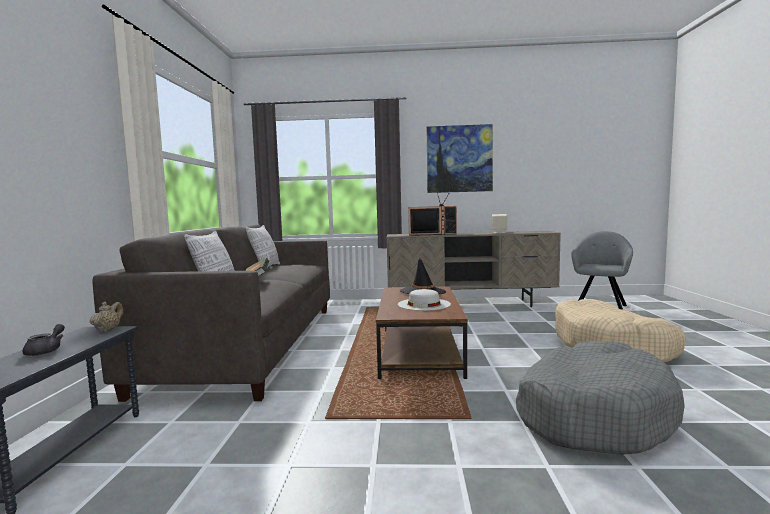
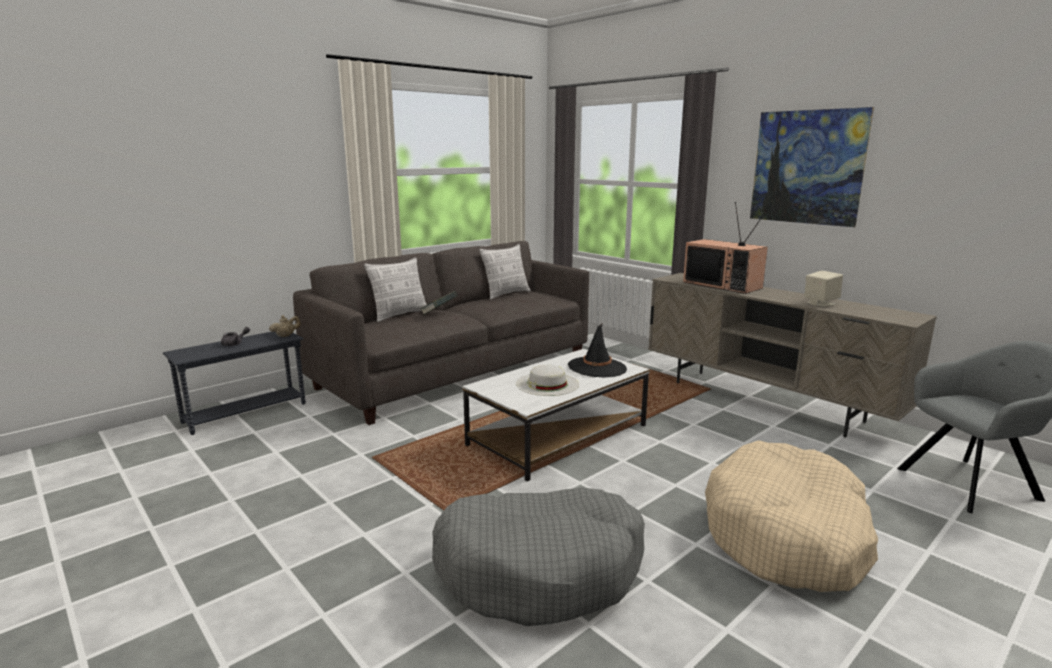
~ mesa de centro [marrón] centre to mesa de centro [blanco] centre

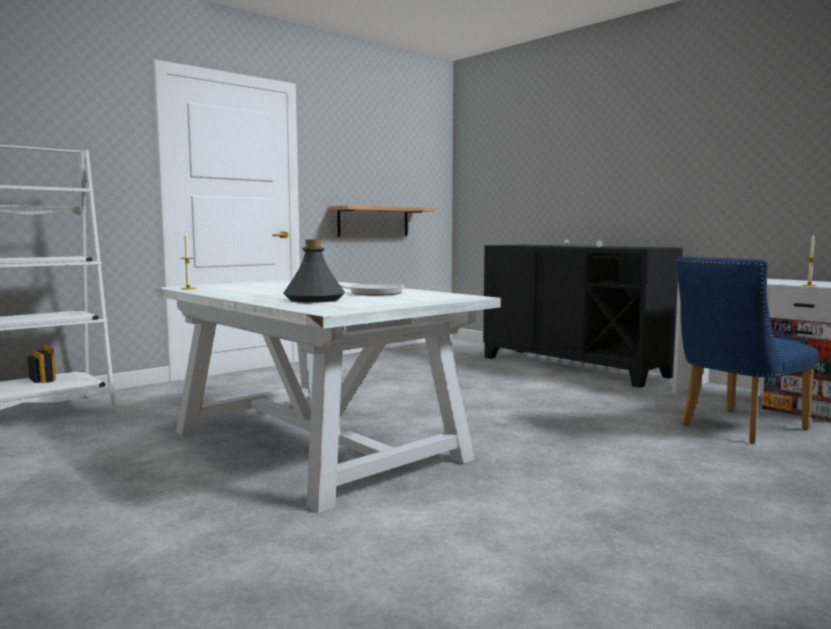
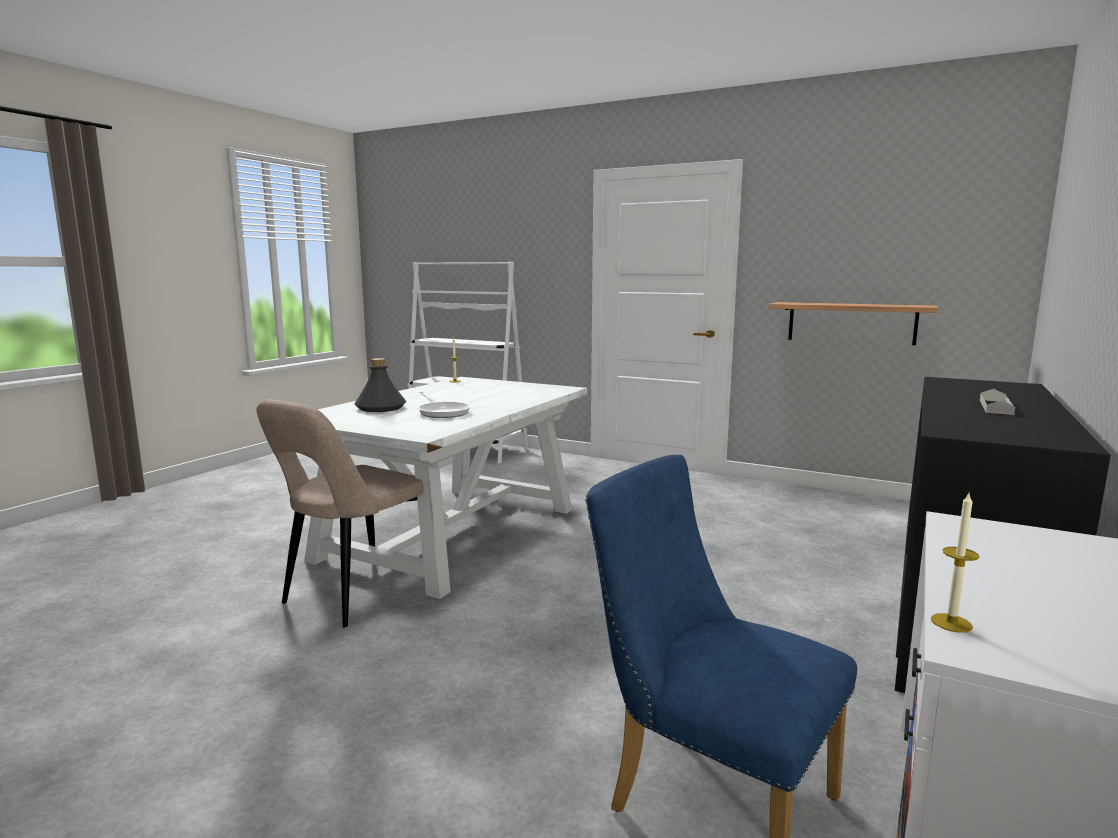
+ silla [beis] middle left

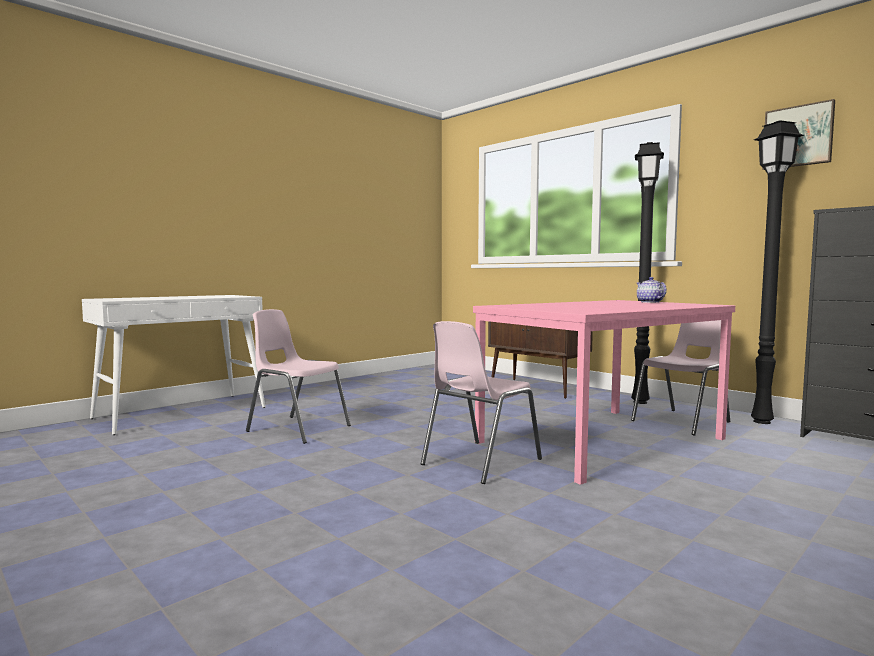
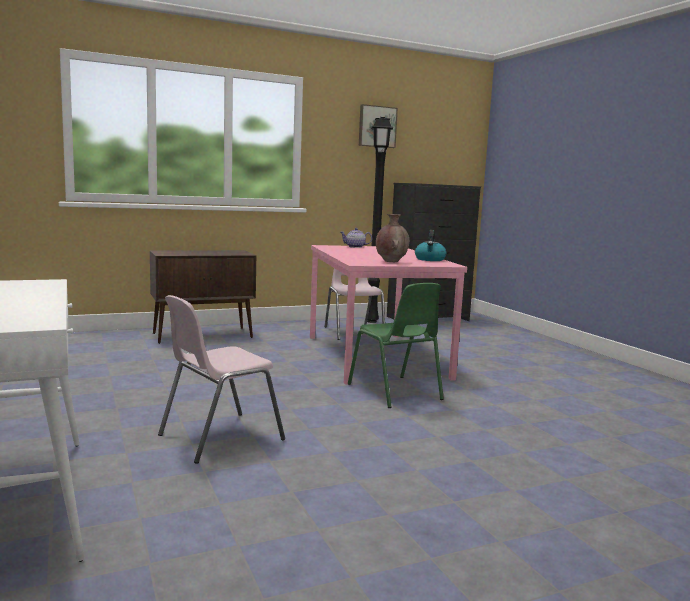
- lámpara de pie [negro] (1st from left) middle right
+ florero [marrón] centre
+ hervidor centre
~ silla [rosa] (2nd from left) centre to silla [verde] centre

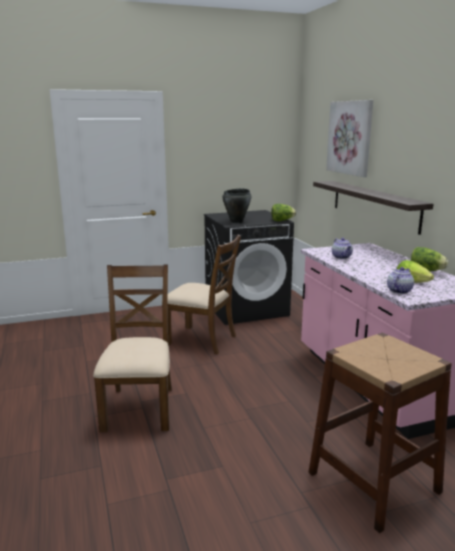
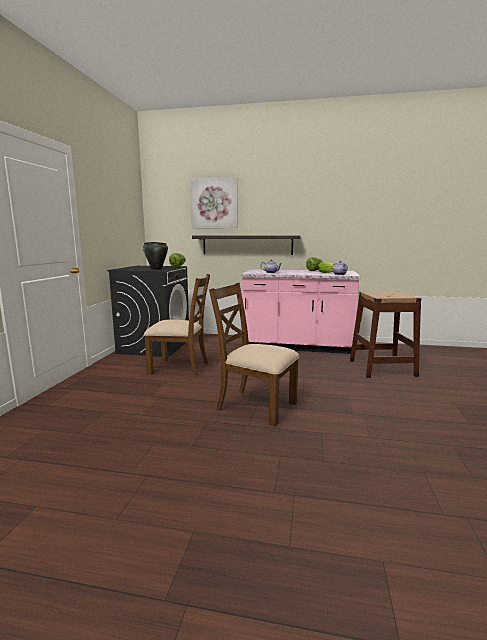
~ silla [marrón] (2nd from left in the first image) centre = centre 45 degrees clockwise

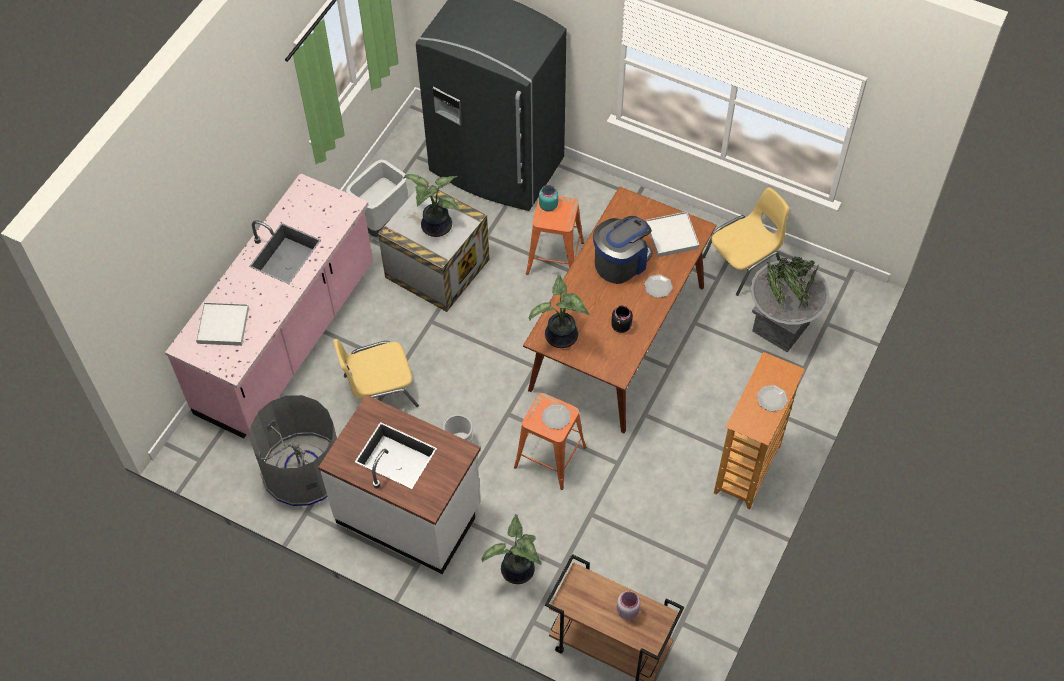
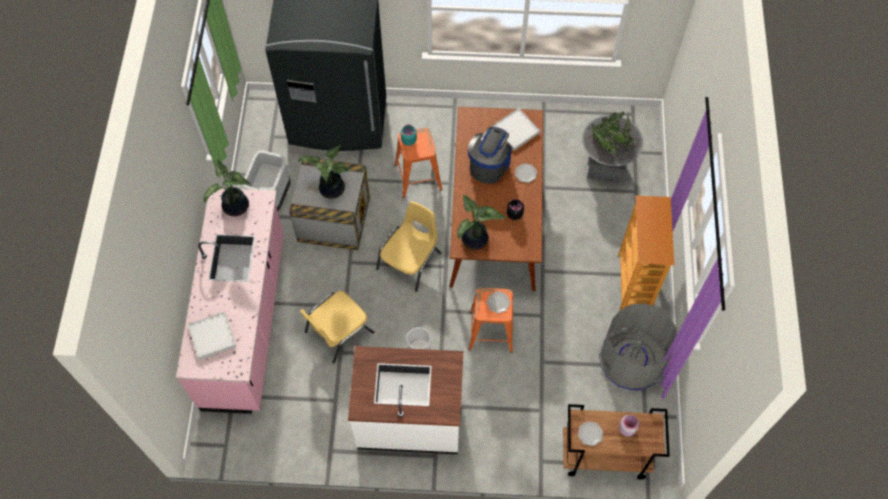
~ papelera [gris] (1st from left in the first image) middle left to papelera [gris] (2nd from left) bottom right
~ planta en maceta (2nd from left in the first image) bottom centre to planta en maceta (1st from left) middle left
~ silla [amarillo] (2nd from left) middle right to centre
~ plato (3rd from left) middle right to bottom centre

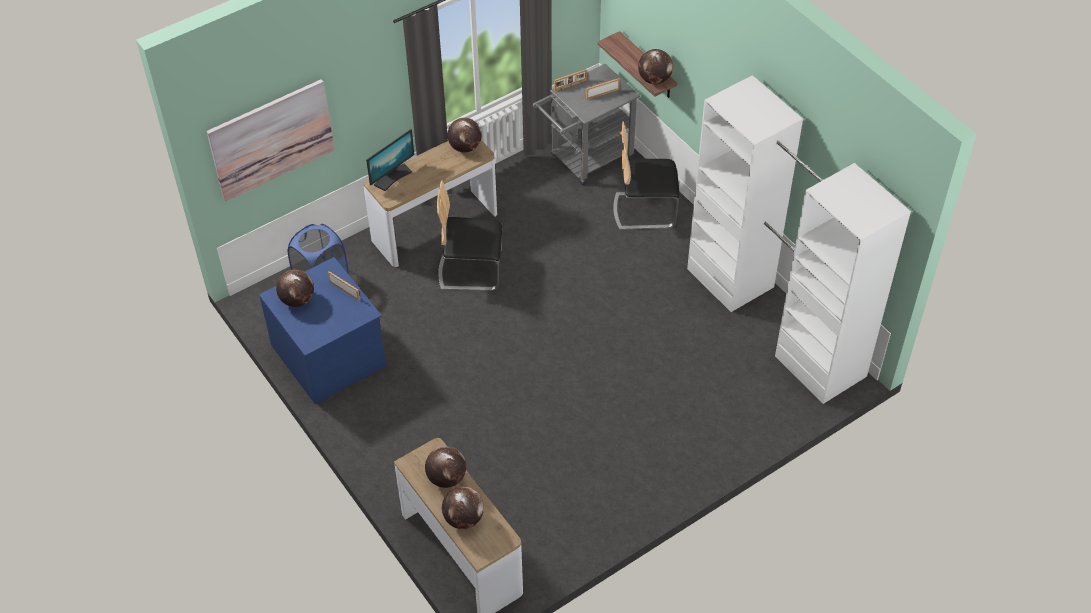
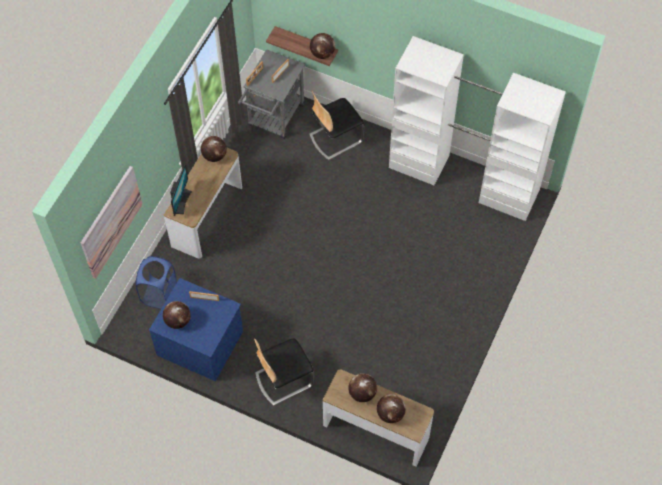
~ silla (1st from left) centre to bottom centre

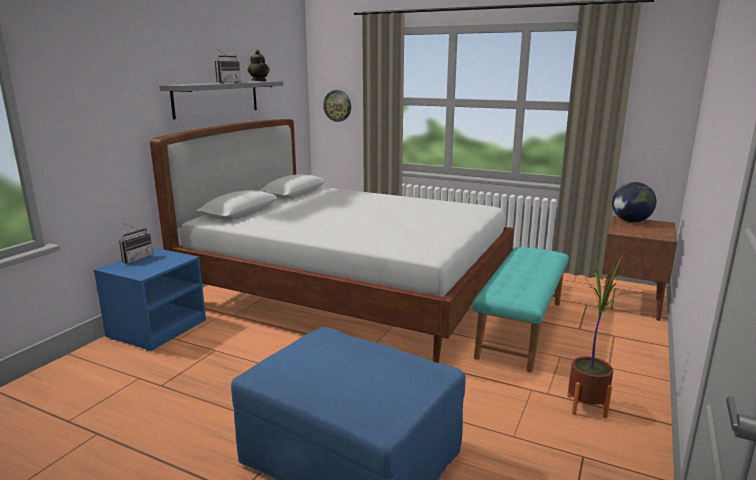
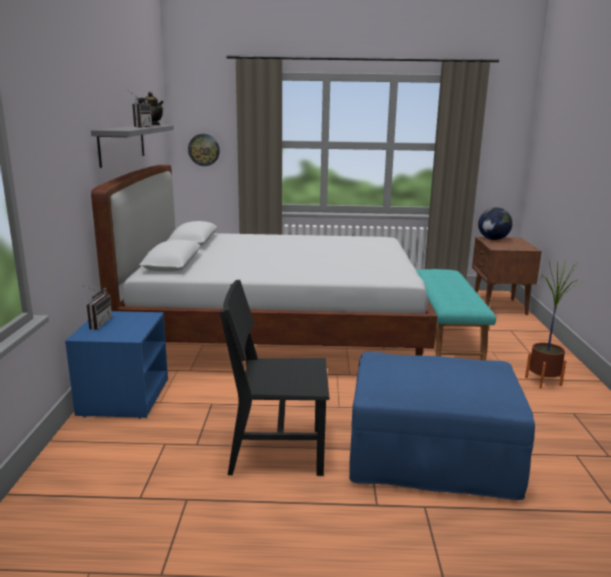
+ silla [negro] centre

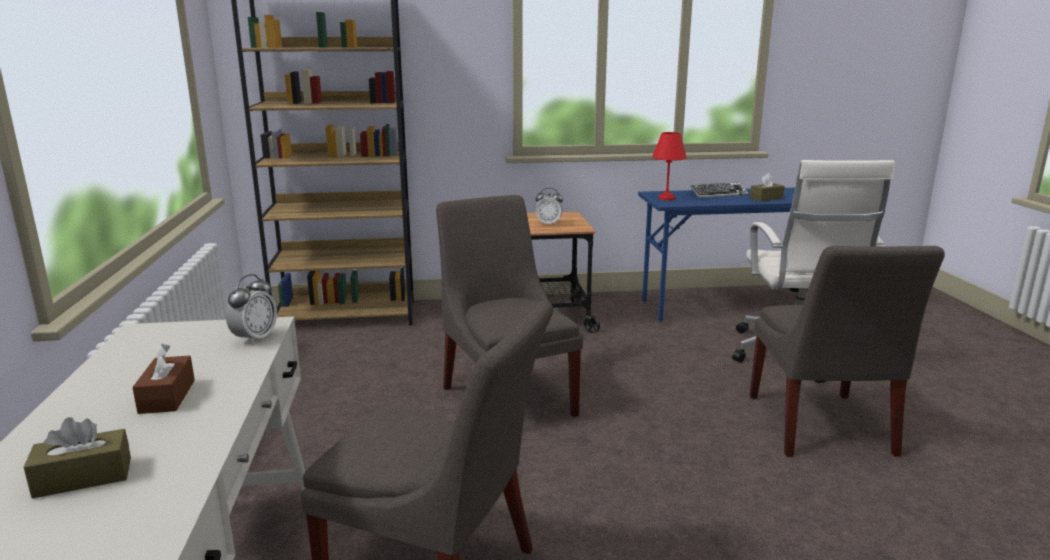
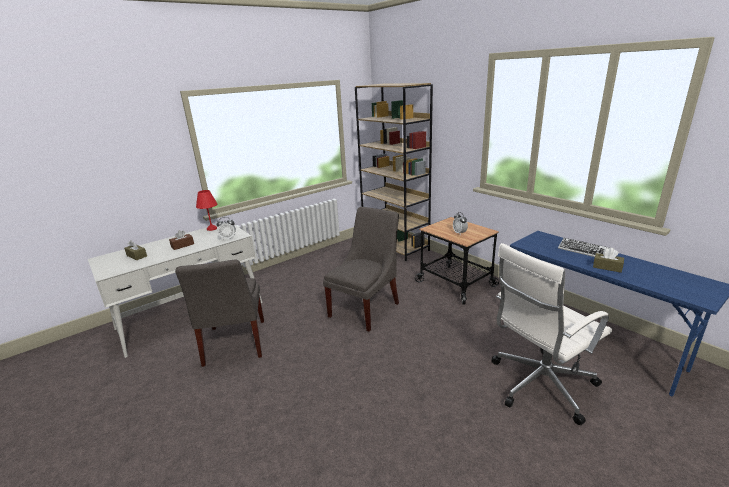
- silla [gris] (3rd from left) middle right
~ lámpara de mesa [rojo] top centre to middle left

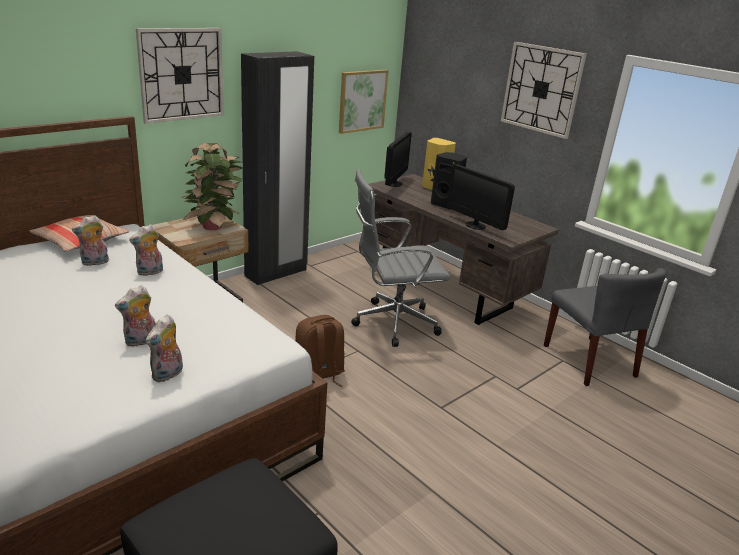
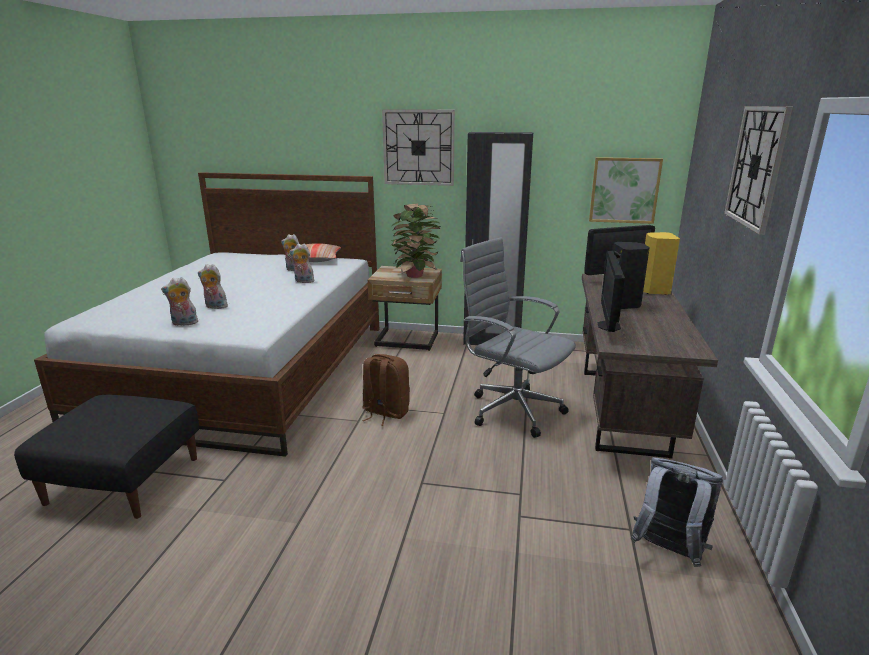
~ silla [gris] middle right to mochila [gris] bottom right

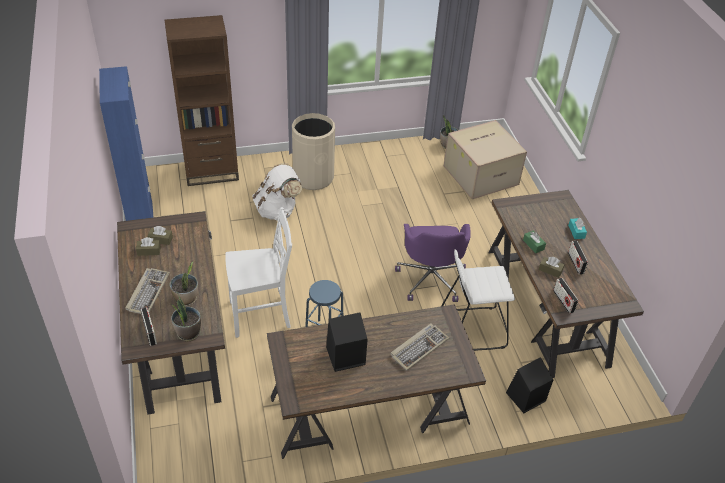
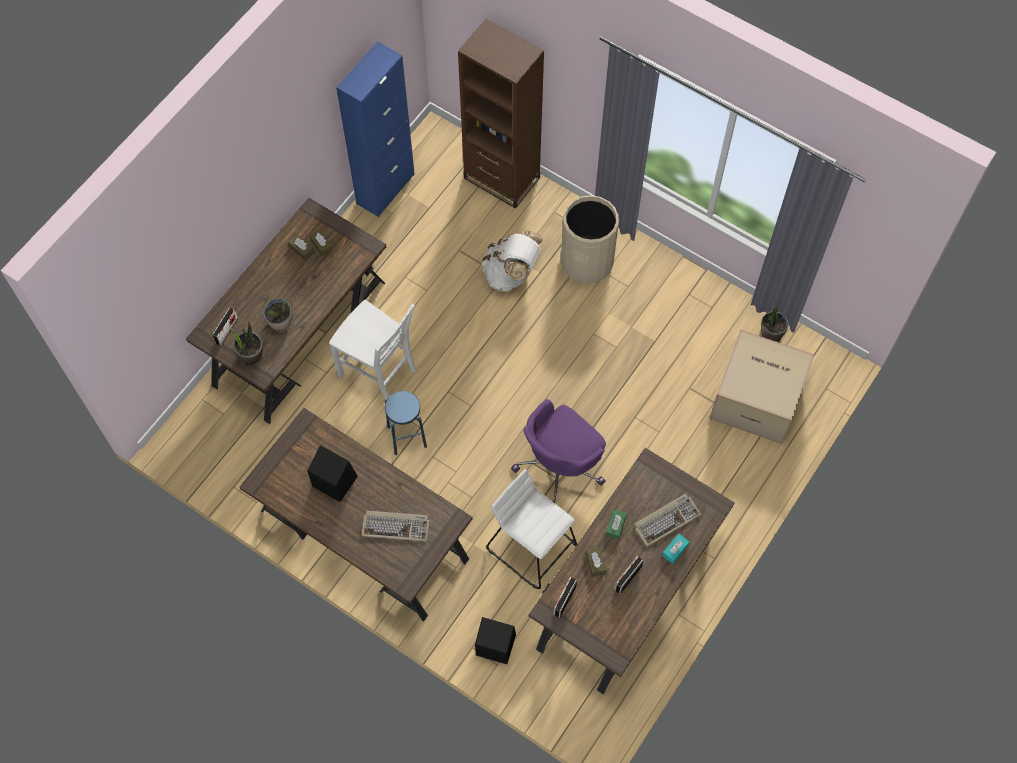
~ teclado (1st from left in the first image) middle left to teclado (2nd from left) bottom centre

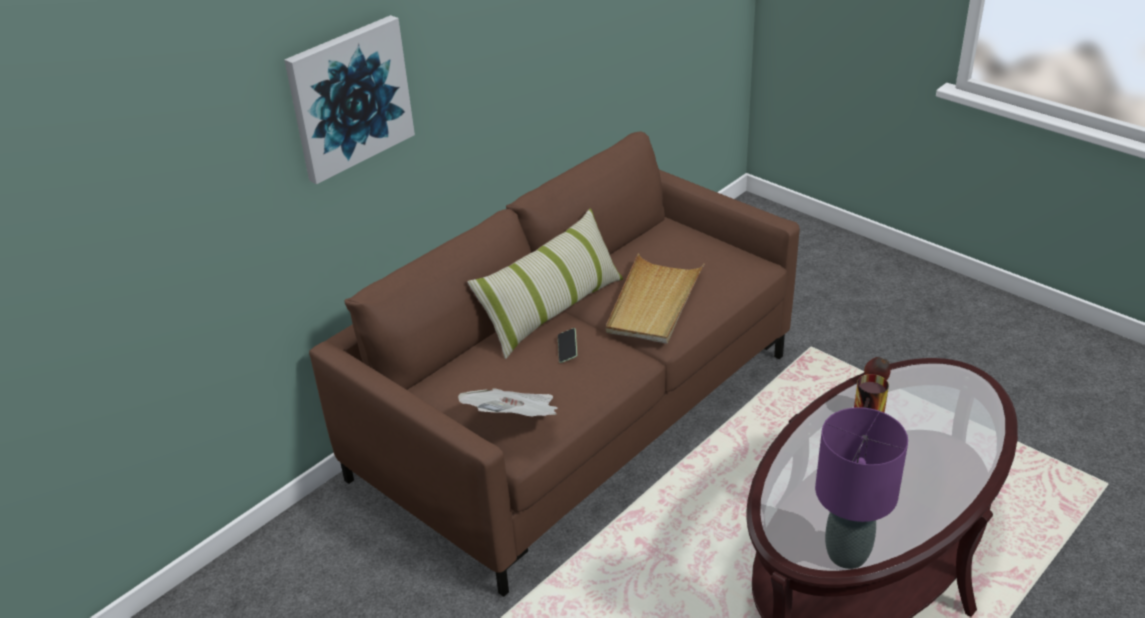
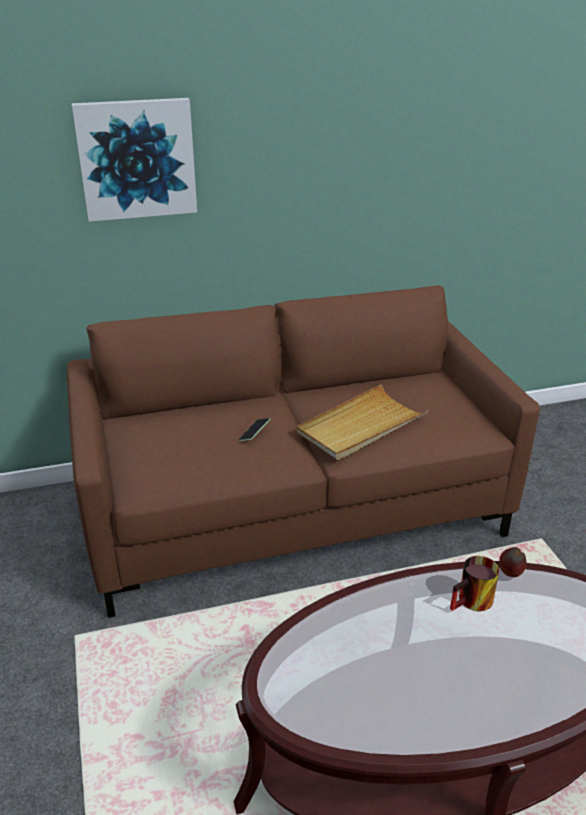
- periódico centre
- cojín centre
- lámpara de mesa [morado] bottom right

